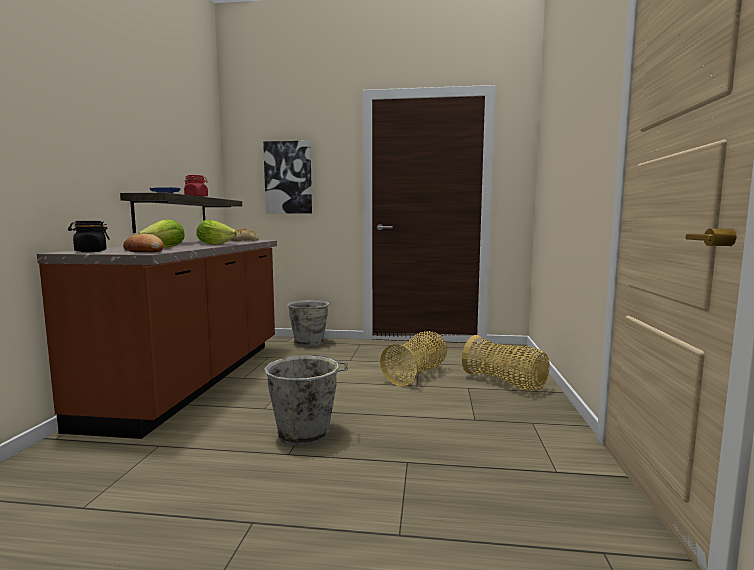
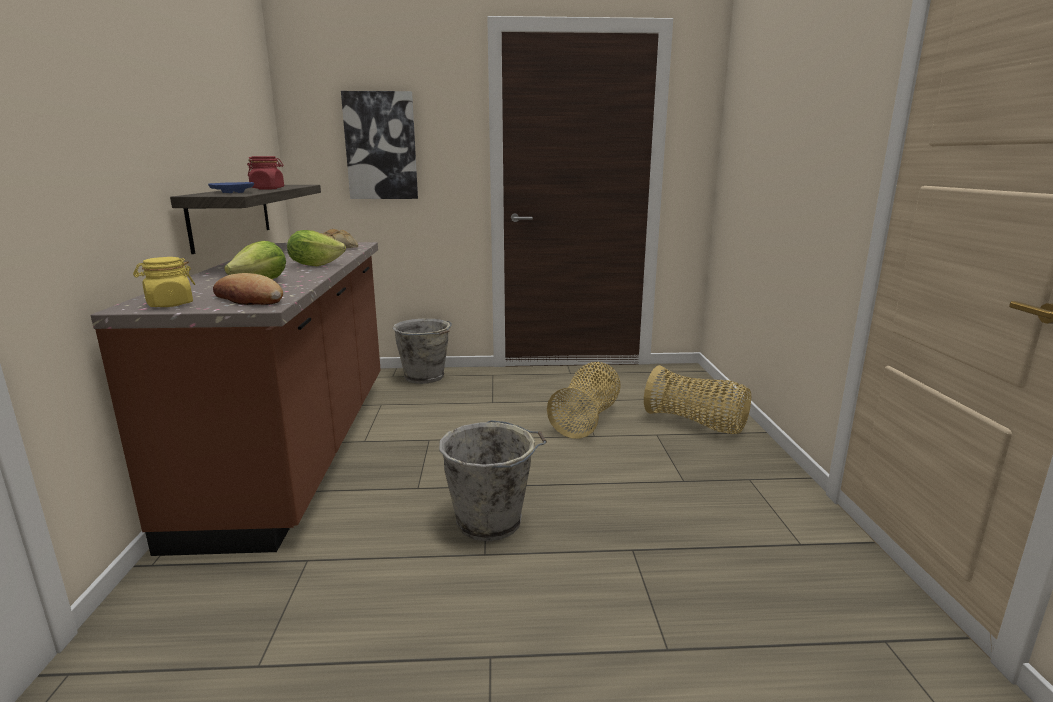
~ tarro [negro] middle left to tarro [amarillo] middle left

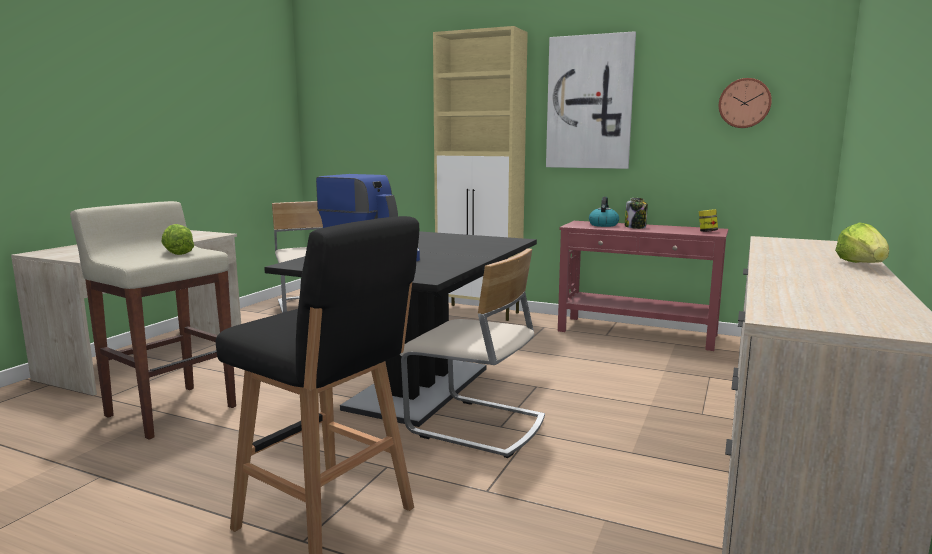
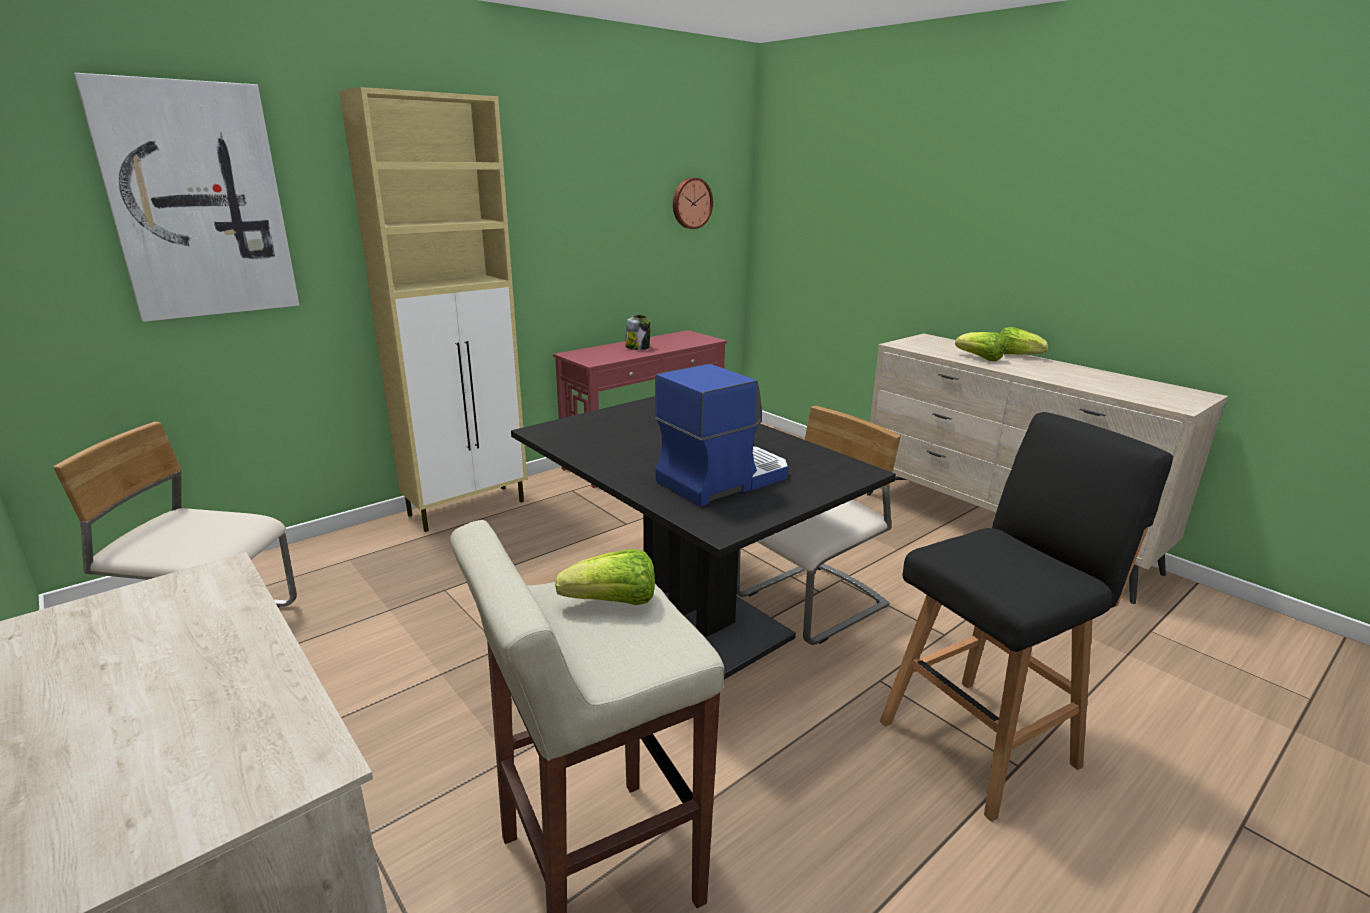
- hervidor centre
- tarro (2nd from left) middle right
+ lechuga (2nd from left) middle right
~ cuadro top centre to top left

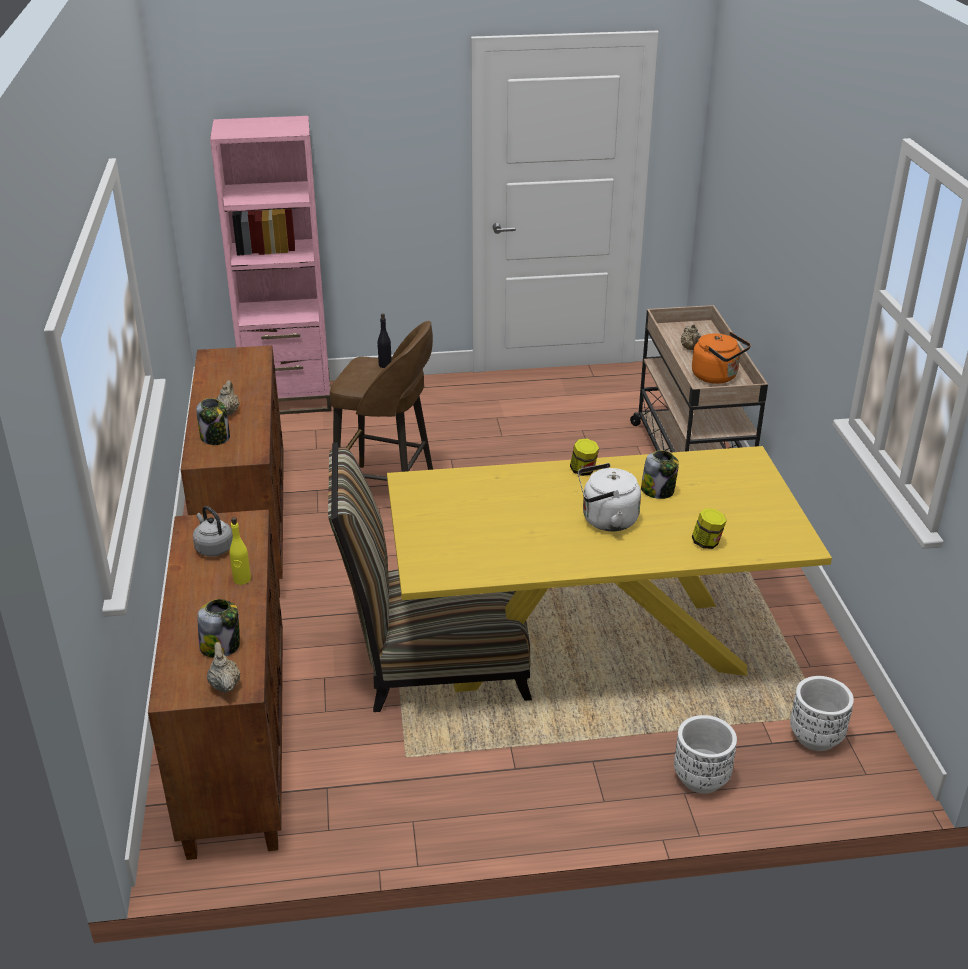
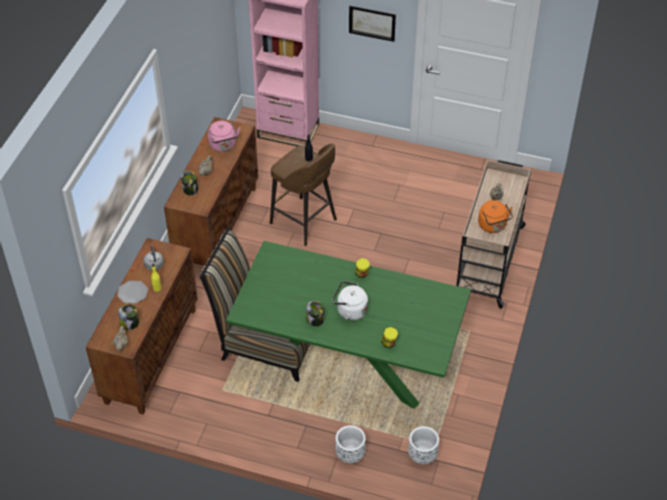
+ plato middle left
+ hervidor [rosa] top centre
+ cuadro top centre
~ tarro (4th from left in the first image) middle right to tarro (3rd from left) centre
~ mesa de comedor [amarillo] centre to mesa de comedor [verde] centre

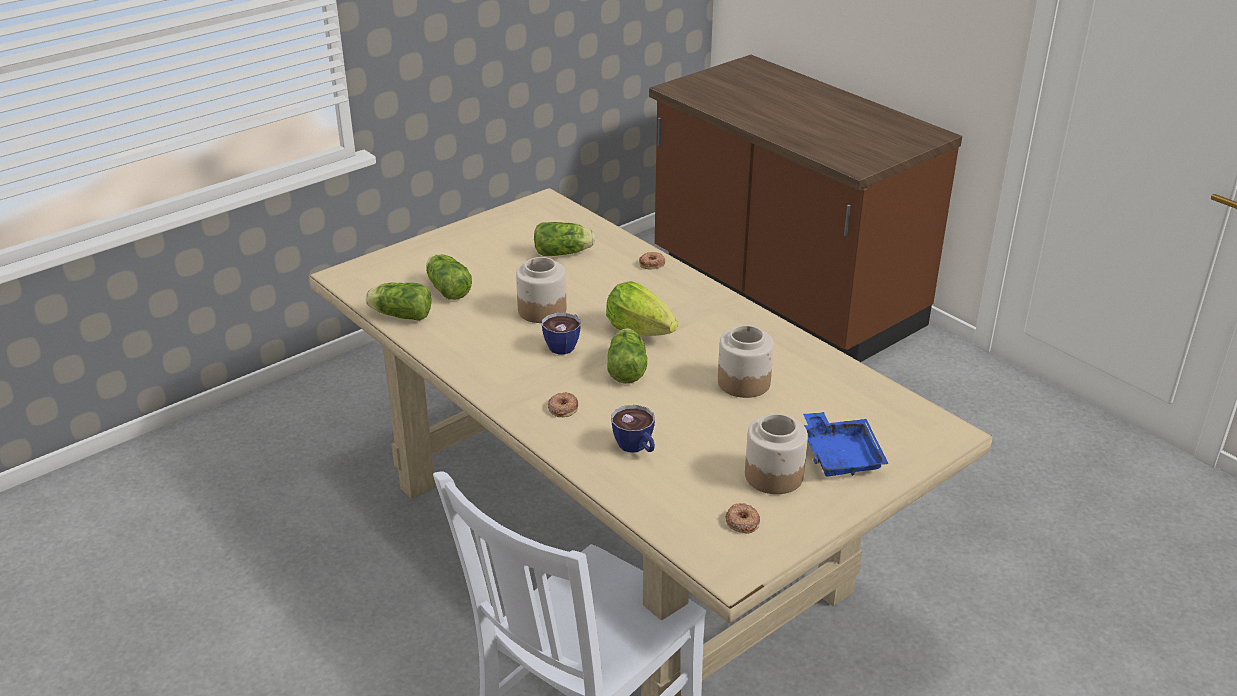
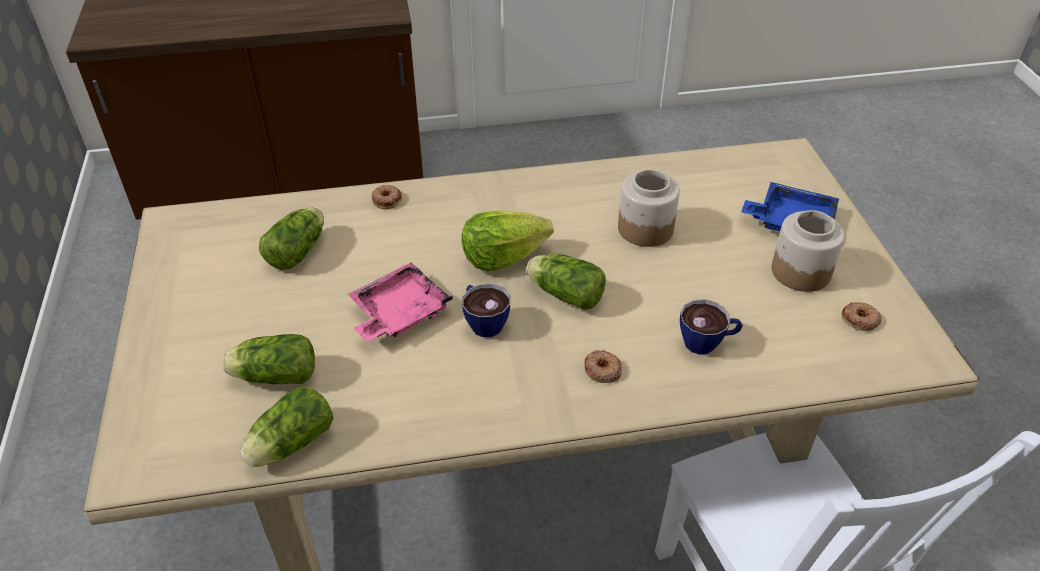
~ tarro (1st from left) centre to bandeja [rosa] centre

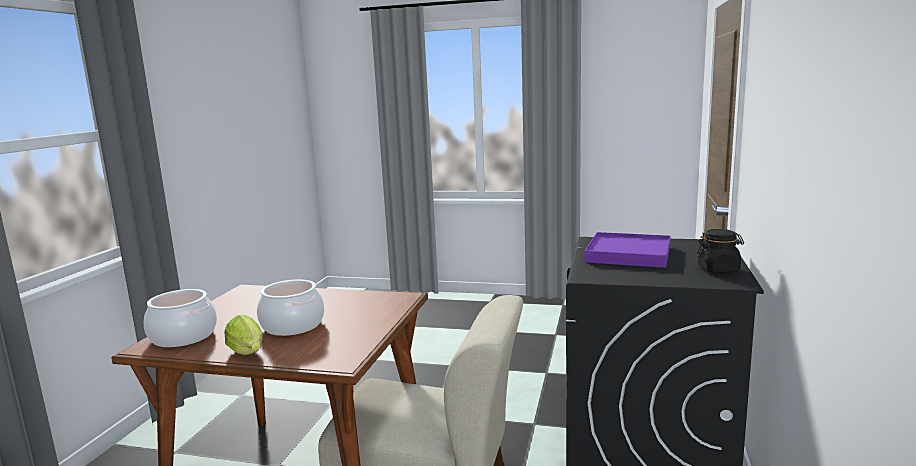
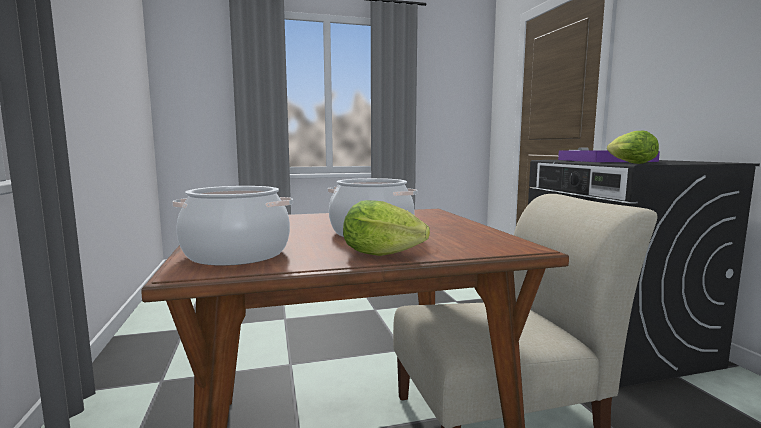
- tarro [negro] middle right
+ lechuga (2nd from left) middle right

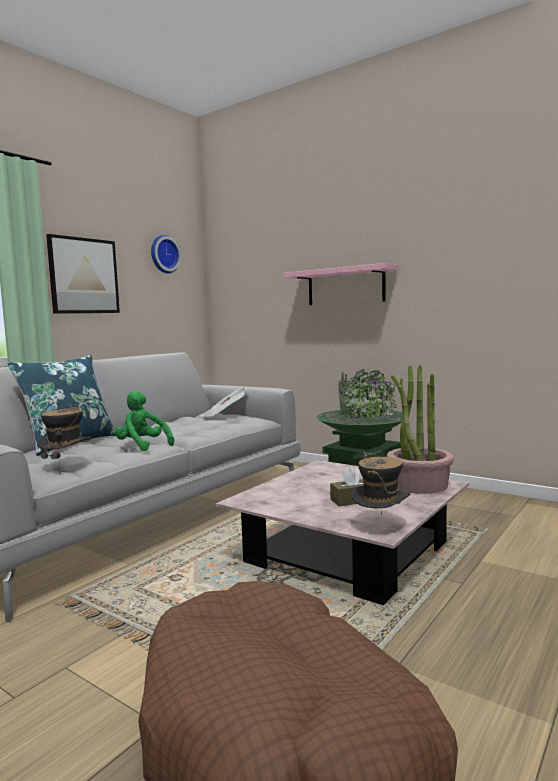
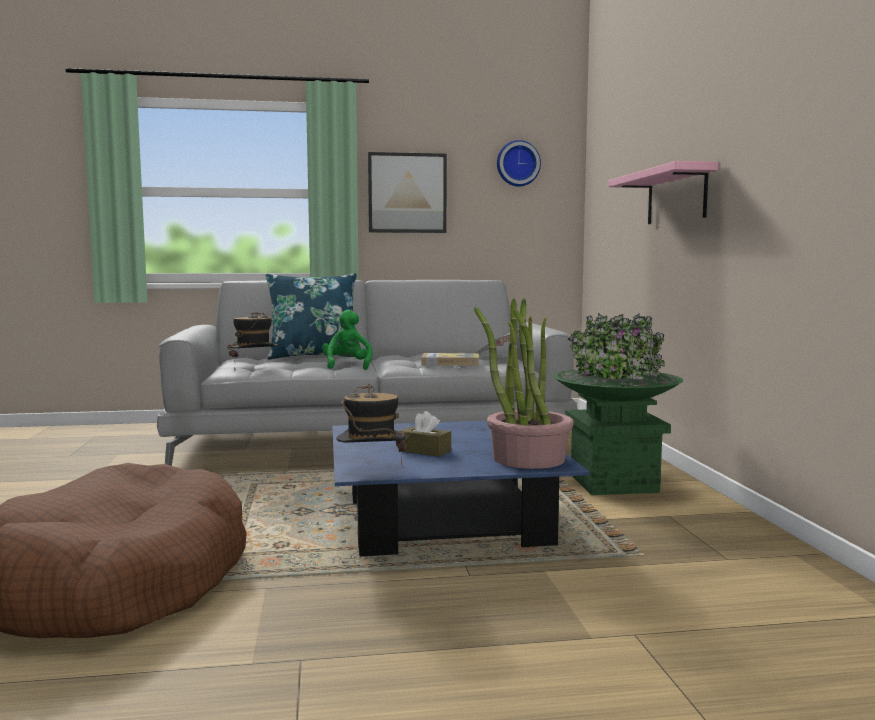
+ libro centre
~ mesa de centro [rosa] bottom centre to mesa de centro [azul] bottom centre

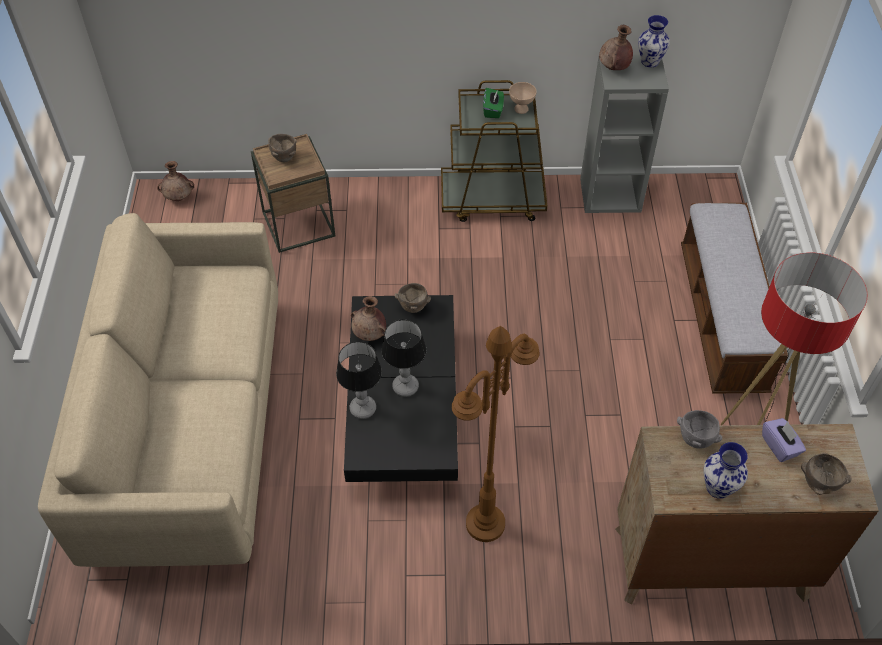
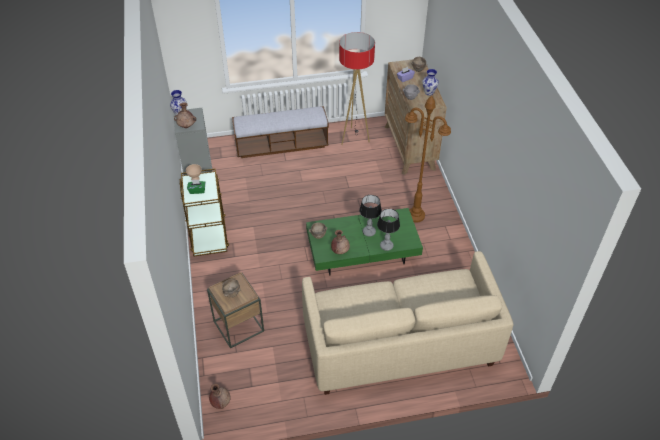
~ mesa de centro [negro] centre to mesa de centro [verde] centre

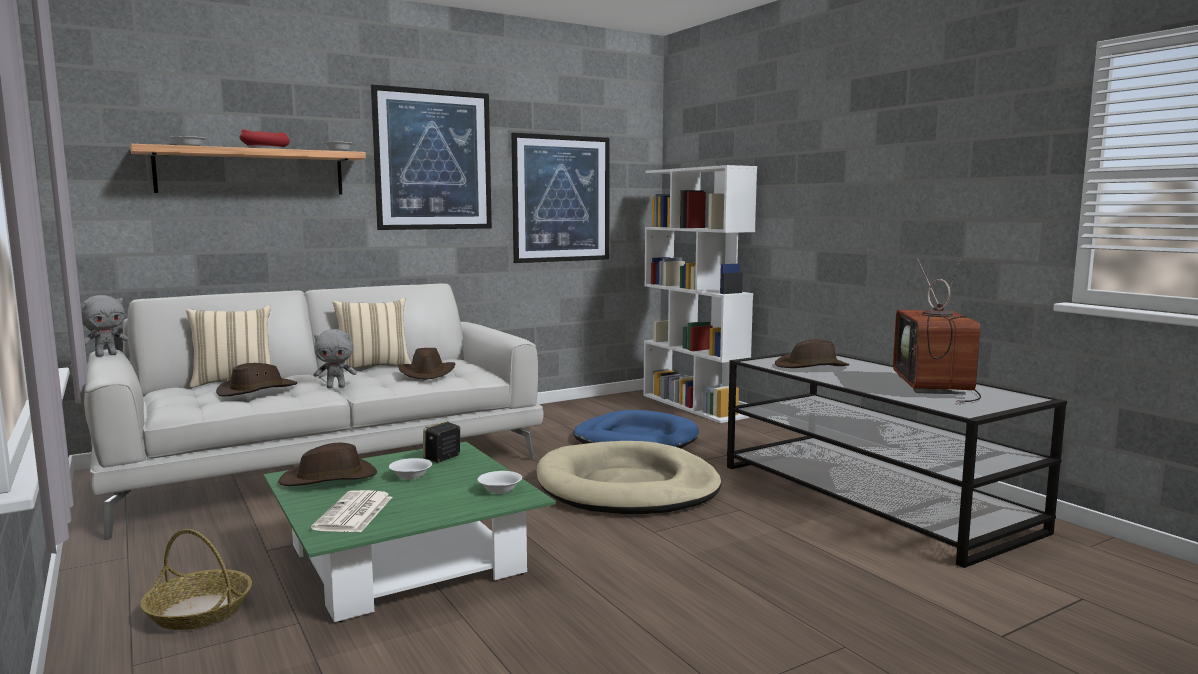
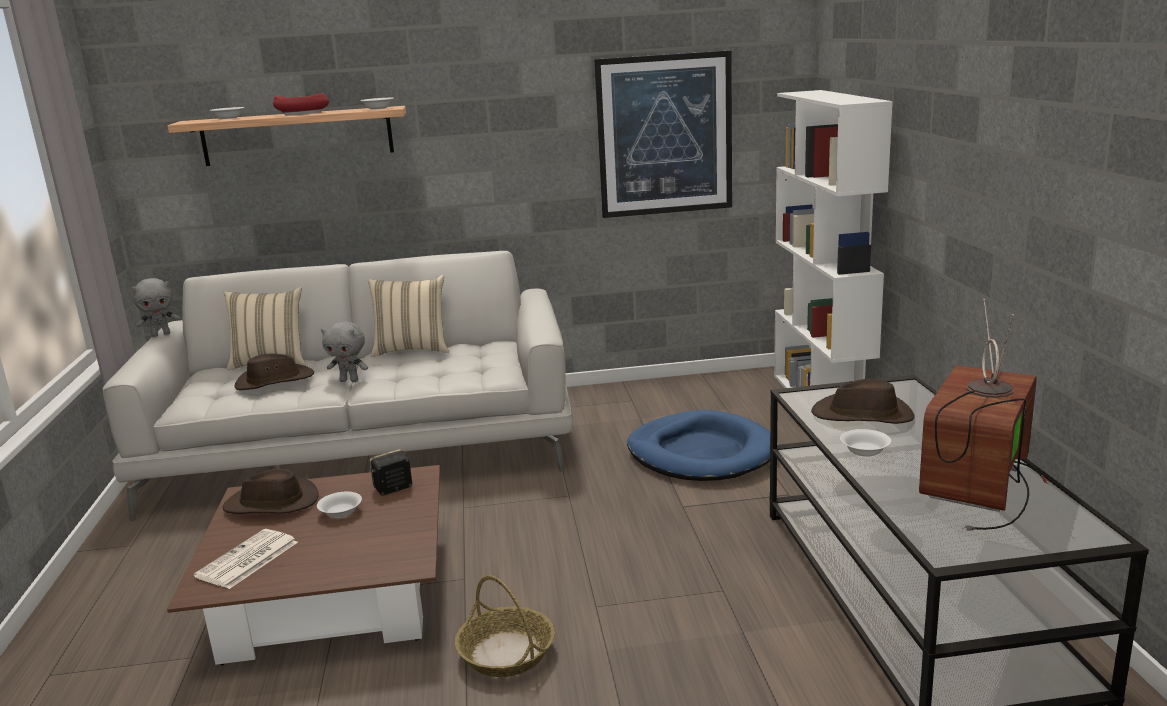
- cuadro (1st from left) top centre
- sombrero [marrón] (3rd from left) centre
- cama para perro [beis] bottom centre
~ cesta bottom left to bottom centre
~ cuenco [blanco] (4th from left) bottom centre to middle right
~ mesa de centro [verde] bottom centre to mesa de centro [marrón] bottom left

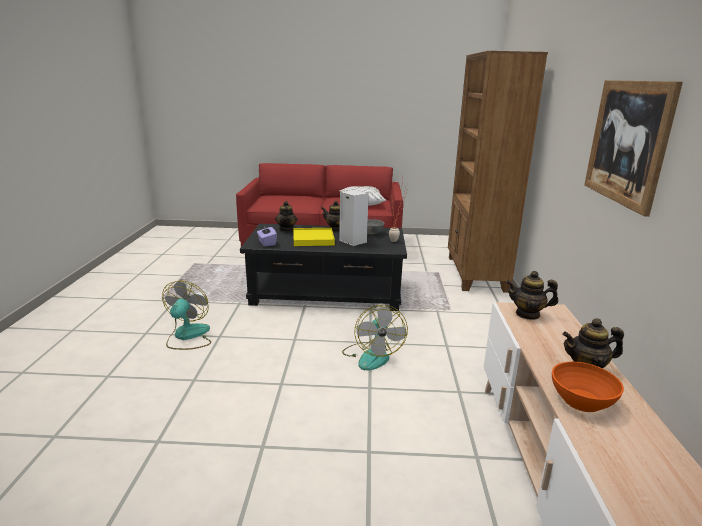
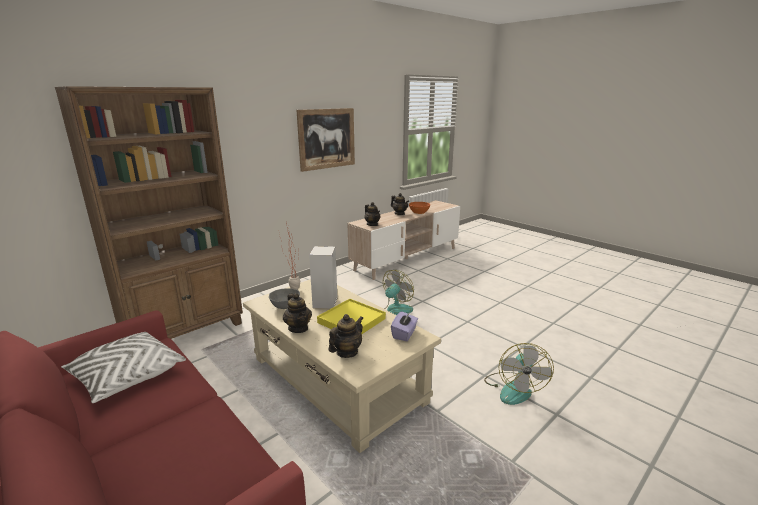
~ mesa de centro [negro] centre to mesa de centro [beis] bottom centre
~ ventilador (1st from left in the first image) middle left = bottom right 45 degrees counterclockwise

